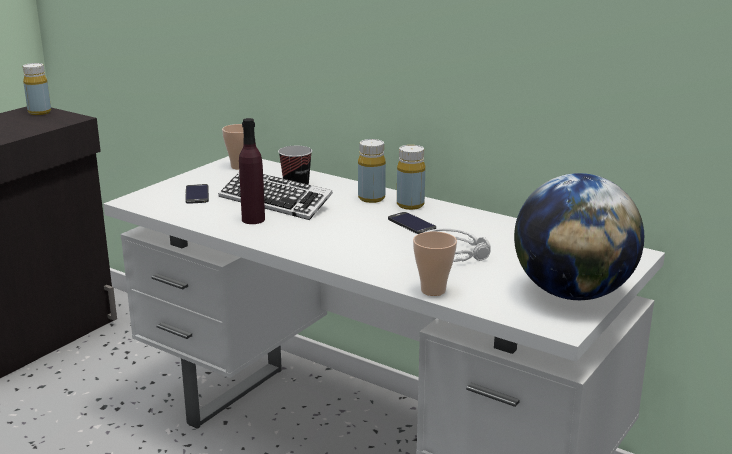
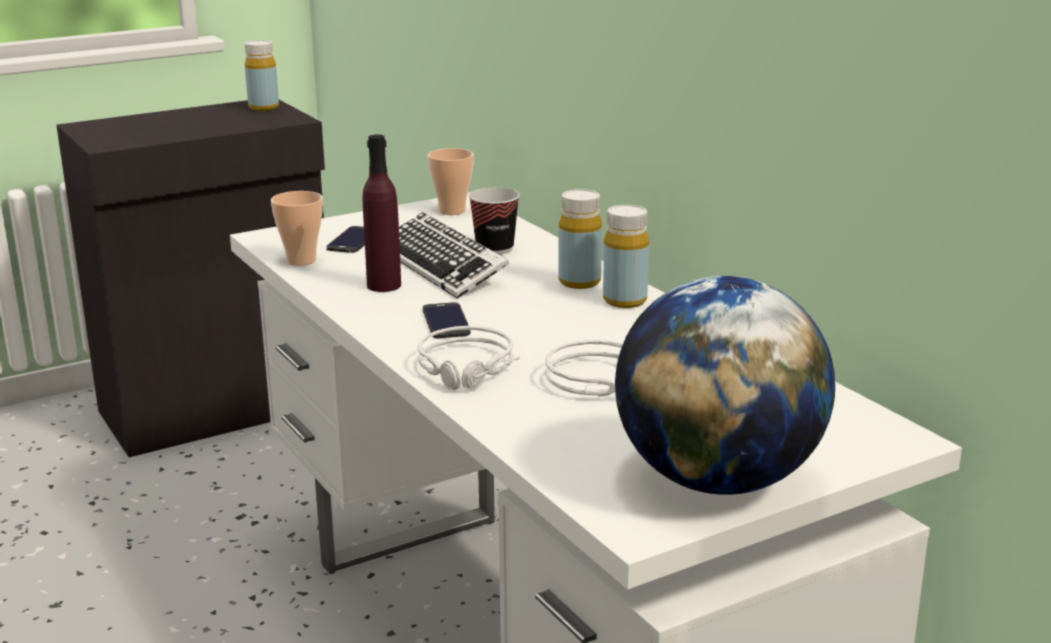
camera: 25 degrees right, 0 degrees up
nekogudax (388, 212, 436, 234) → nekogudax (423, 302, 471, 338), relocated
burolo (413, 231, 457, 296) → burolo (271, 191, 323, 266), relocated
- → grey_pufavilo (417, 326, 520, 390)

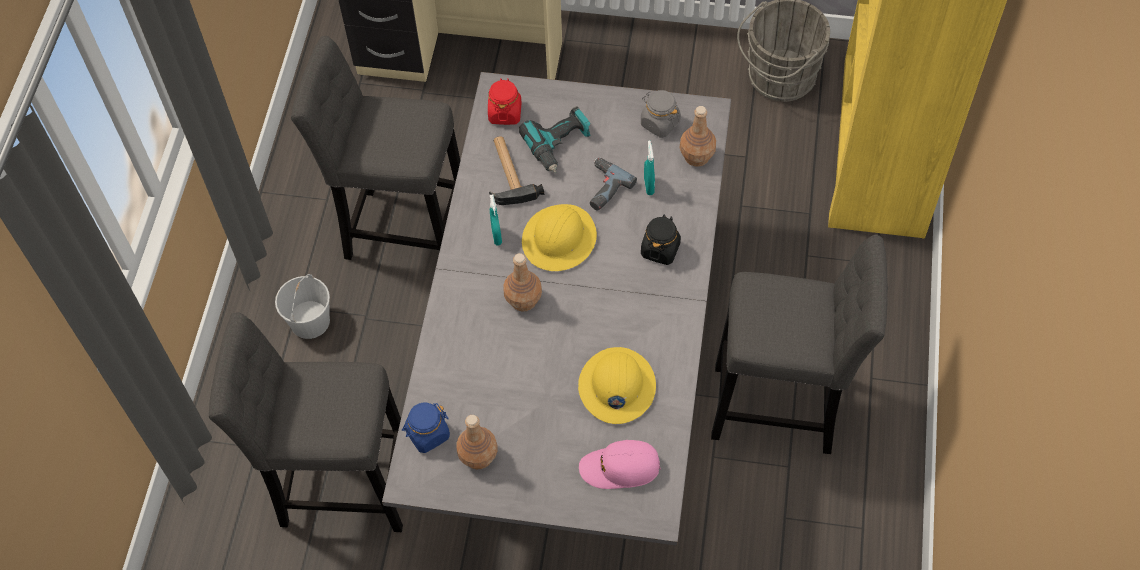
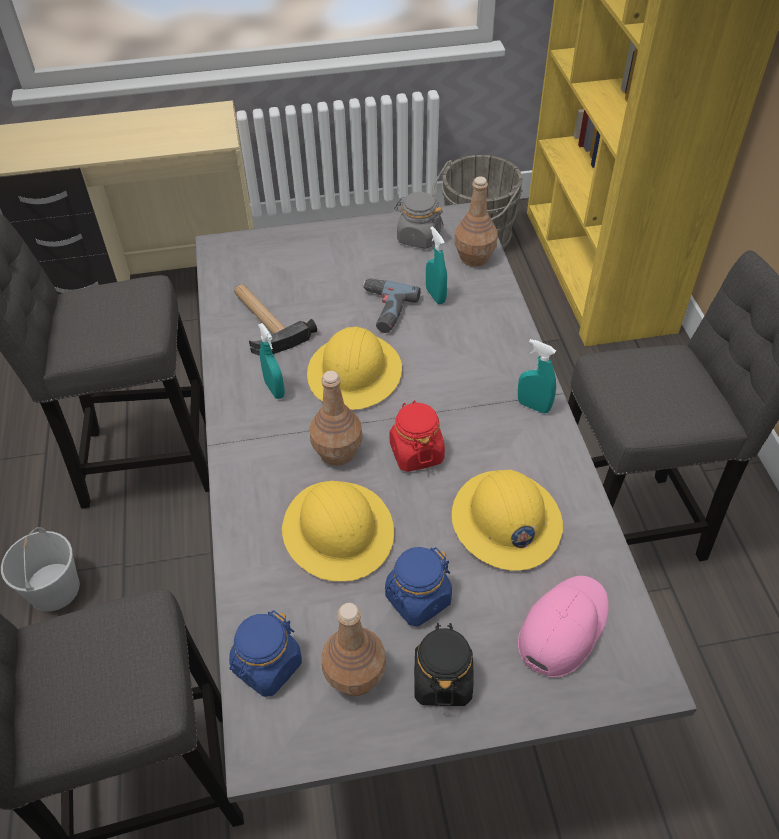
camera: 20 degrees left, 10 degrees down
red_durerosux (488, 78, 522, 125) → red_durerosux (389, 400, 445, 472), relocated
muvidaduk (519, 106, 591, 173) → -
black_durerosux (641, 215, 681, 265) → black_durerosux (414, 623, 473, 706), relocated
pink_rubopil (579, 440, 661, 489) → pink_rubopil (518, 576, 609, 677), 150 degrees clockwise
- → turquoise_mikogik (518, 339, 556, 414)
- → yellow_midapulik (282, 481, 394, 581)
- → blue_durerosux (385, 547, 452, 626)

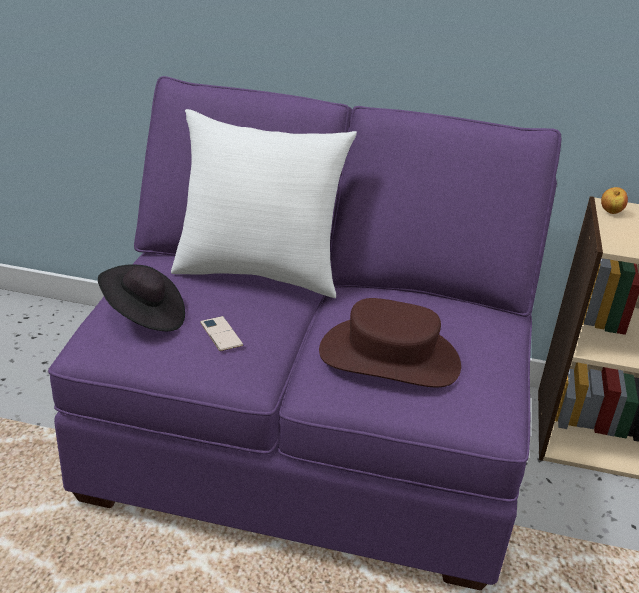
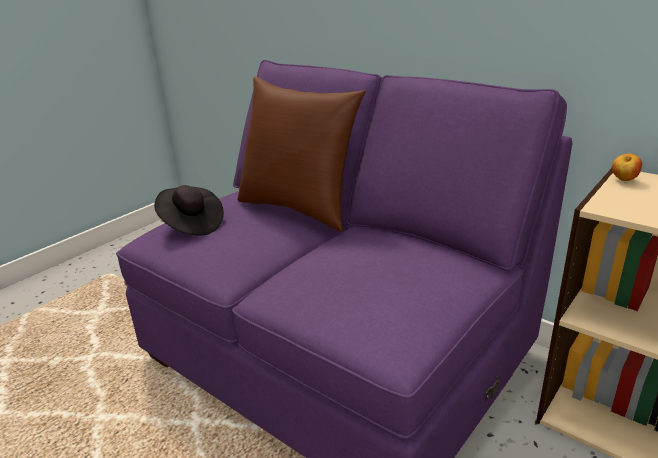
camera: 30 degrees right, 5 degrees down
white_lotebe (171, 109, 357, 298) → brown_lotebe (238, 77, 366, 232)
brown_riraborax (319, 298, 461, 387) → -
nekogudax (200, 316, 243, 351) → -

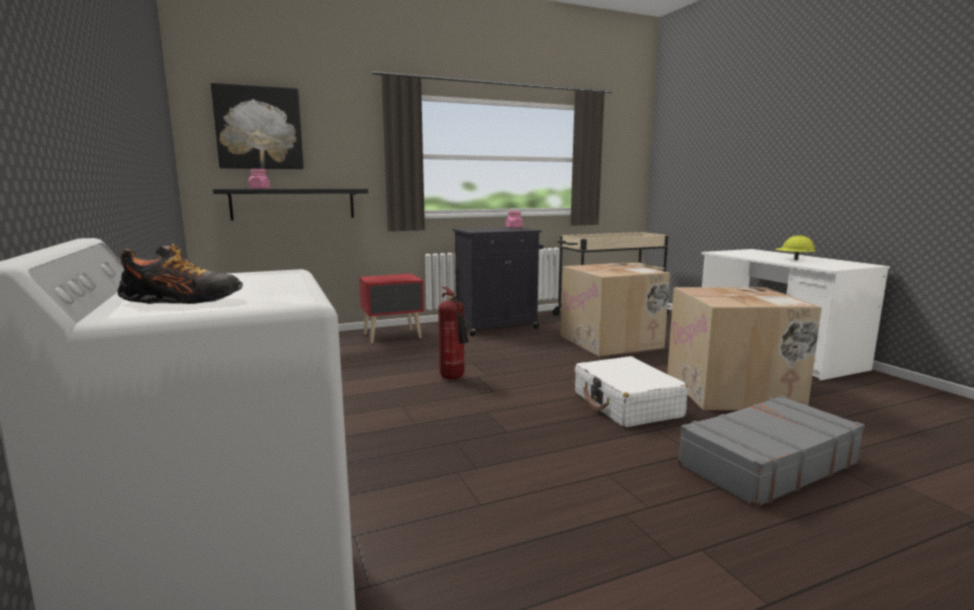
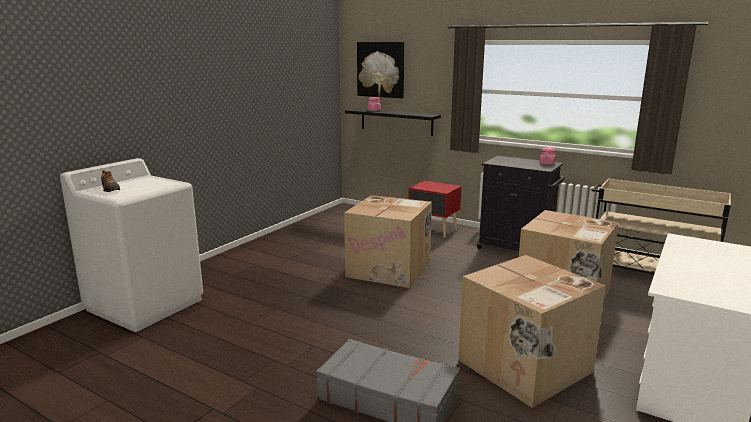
camera: 55 degrees right, 5 degrees up
yellow_midapulik (775, 235, 816, 260) → -
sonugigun (438, 287, 469, 379) → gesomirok (344, 195, 432, 288)
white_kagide (575, 356, 688, 428) → -

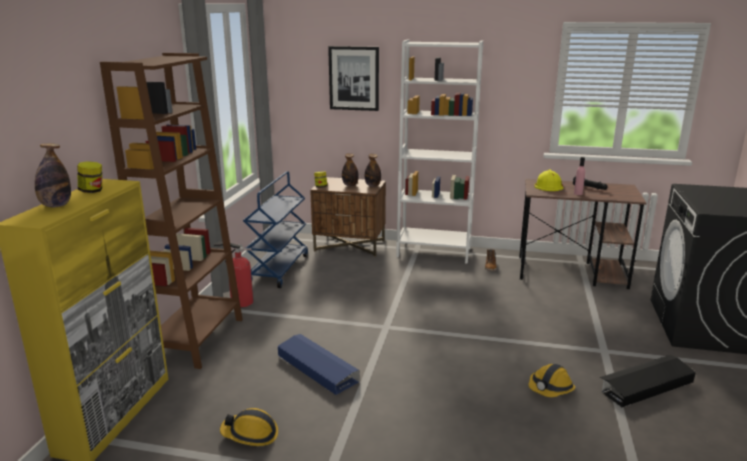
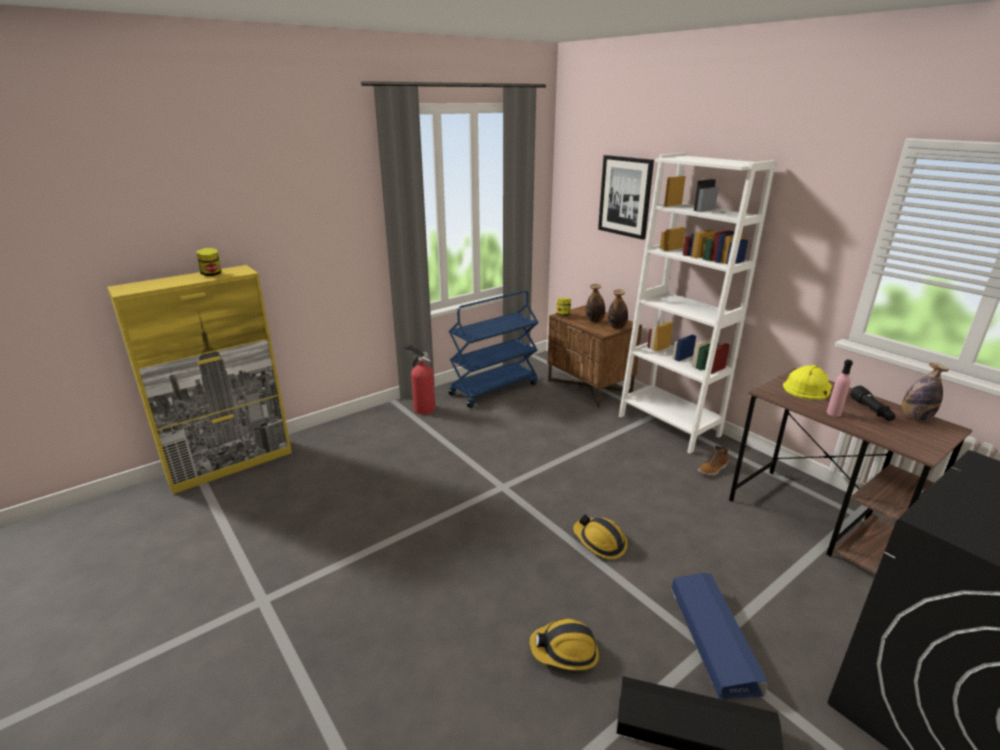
camera: 40 degrees right, 5 degrees up
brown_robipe (100, 53, 243, 369) → -
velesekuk (35, 143, 71, 207) → velesekuk (902, 363, 949, 421), relocated
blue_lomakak (278, 334, 360, 395) → blue_lomakak (671, 573, 769, 699), relocated
midapulik (220, 408, 278, 446) → midapulik (573, 514, 628, 559), relocated

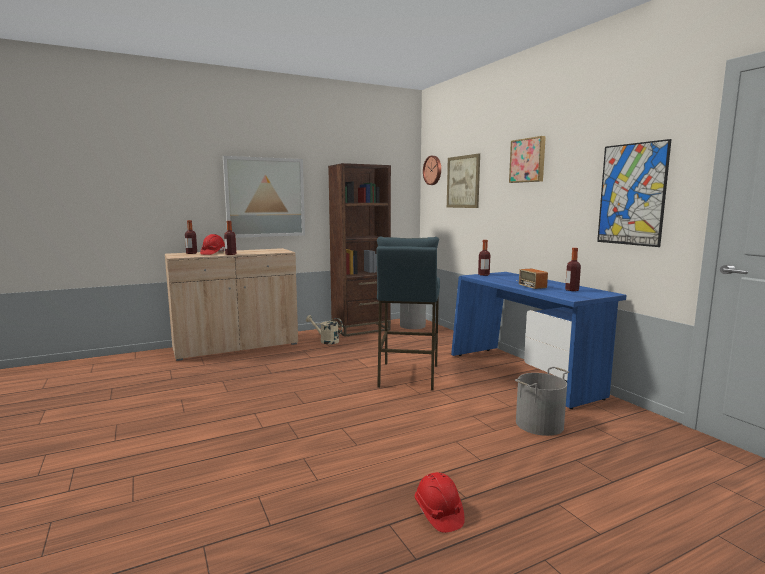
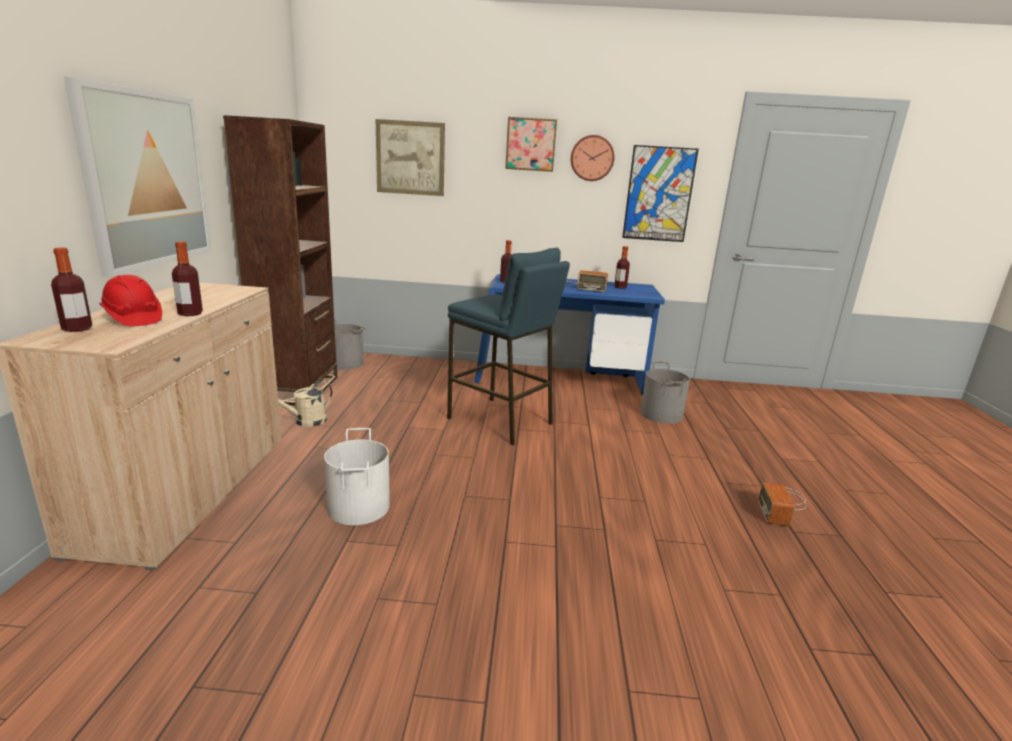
camera: 60 degrees left, 10 degrees up
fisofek (423, 156, 441, 185) → fisofek (571, 135, 614, 181), relocated
red_midapulik (415, 472, 465, 533) → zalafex (758, 482, 806, 526)
- → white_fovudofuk (324, 428, 390, 525)

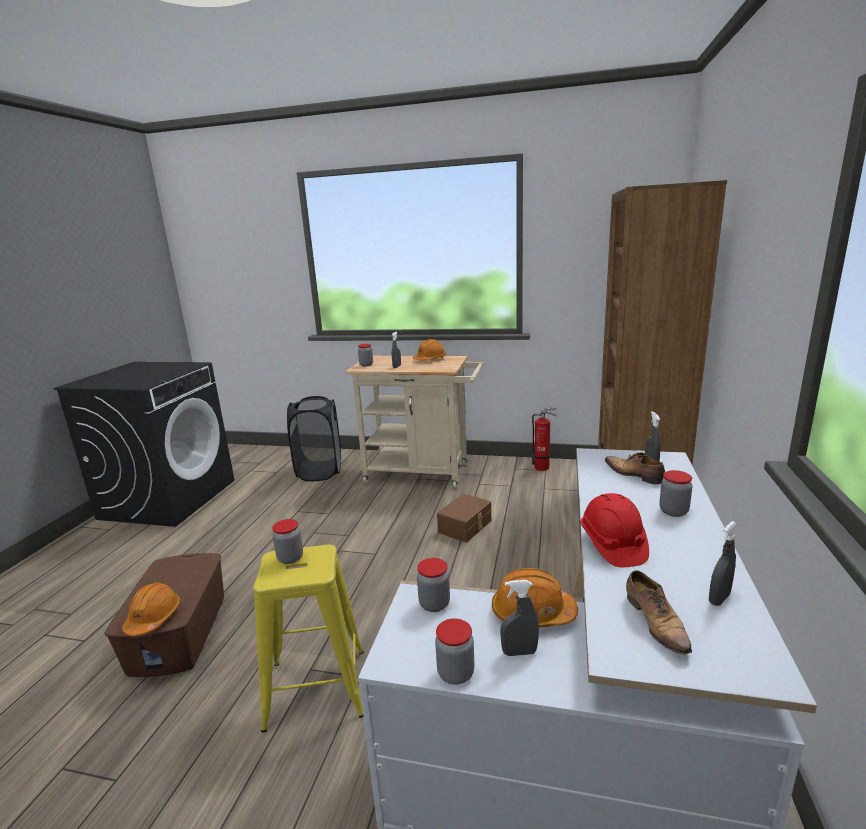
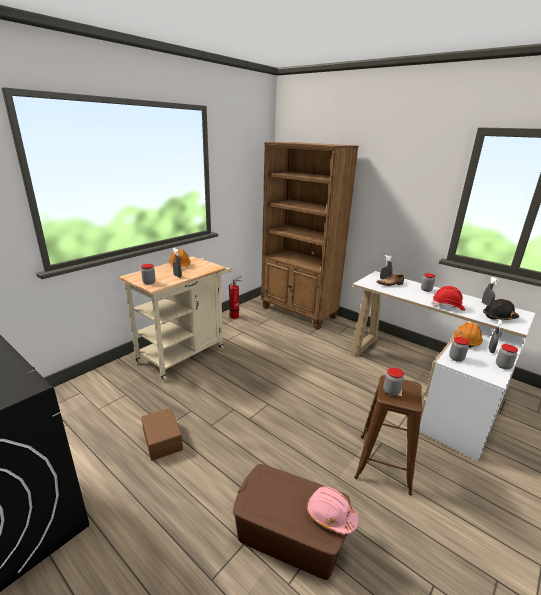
camera: 65 degrees left, 5 degrees up
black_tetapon (287, 396, 341, 481) → -
brown_lomakak (437, 493, 491, 543) → brown_lomakak (141, 408, 183, 461), relocated
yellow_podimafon (253, 545, 364, 733) → brown_podimafon (354, 375, 422, 496)
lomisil (626, 570, 692, 658) → black_midapulik (483, 299, 519, 320)
orange_midapulik (122, 583, 180, 636) → pink_midapulik (307, 487, 358, 534)

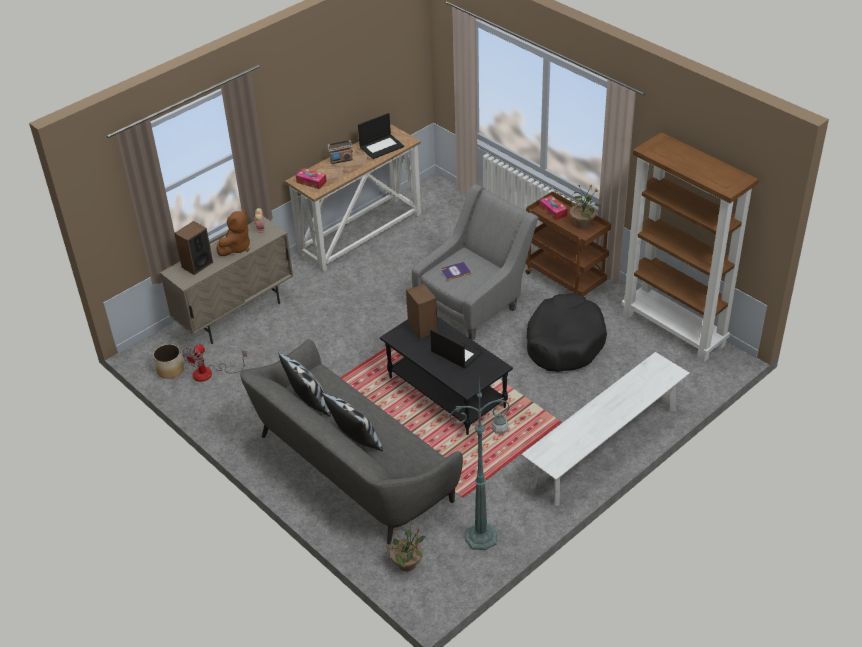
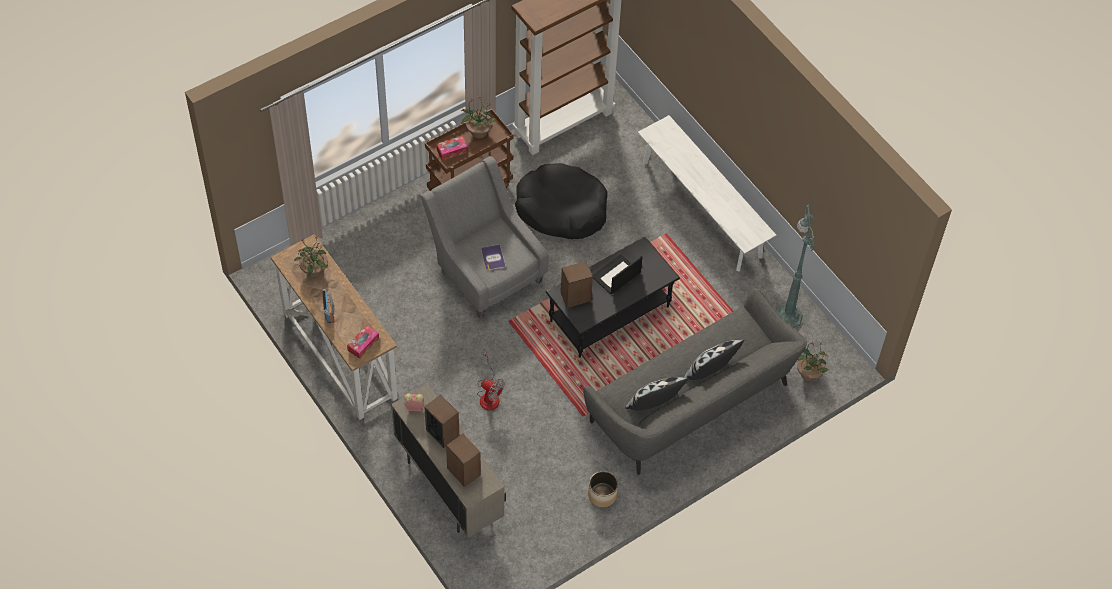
camera: 85 degrees left, 15 degrees up
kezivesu (358, 113, 404, 159) → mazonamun (294, 235, 328, 278)
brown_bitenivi (216, 210, 250, 256) → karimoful (424, 395, 459, 448)
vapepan (153, 344, 184, 379) → vapepan (588, 471, 618, 507), relocated
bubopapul (182, 344, 247, 382) → bubopapul (477, 351, 505, 411), relocated

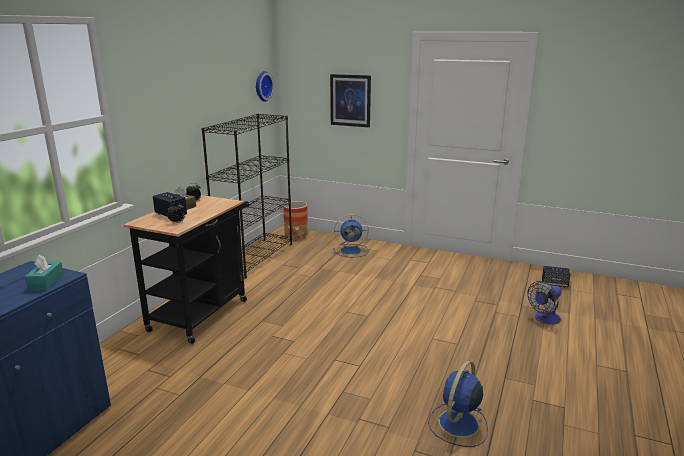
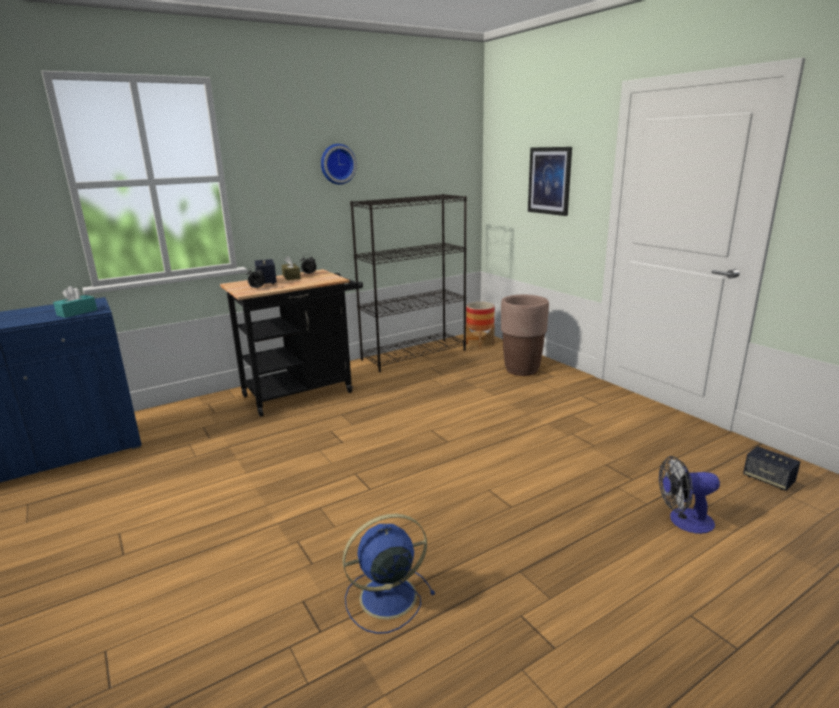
camera: 35 degrees right, 0 degrees up
fisofek (256, 71, 274, 102) → fisofek (321, 144, 357, 185), relocated
blue_bubopapul (333, 214, 369, 257) → brown_vapepan (501, 295, 549, 376)

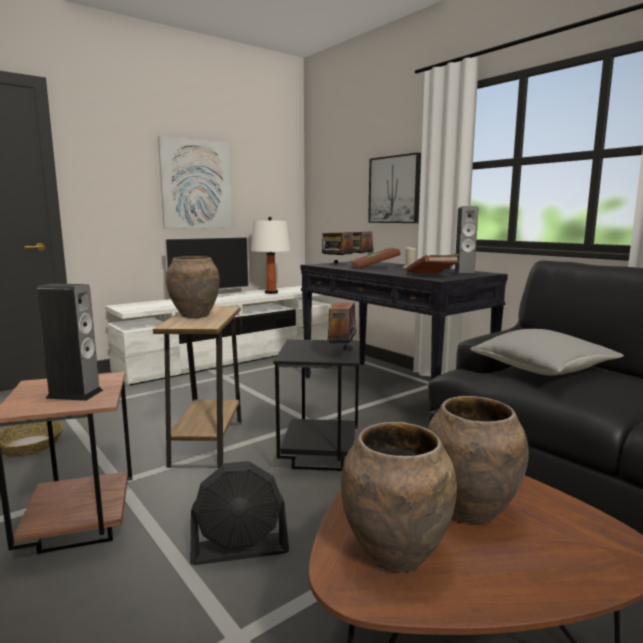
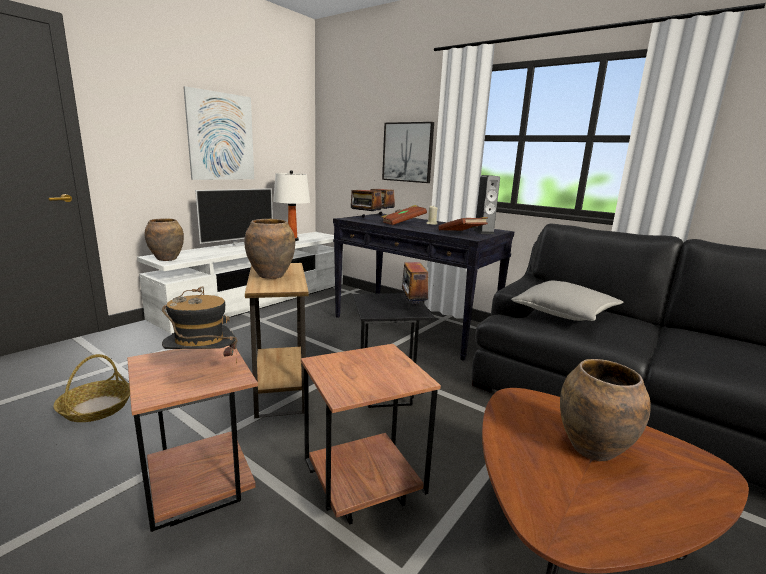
camera: 15 degrees left, 5 degrees up
karimoful (37, 283, 103, 401) → riraborax (162, 286, 237, 364)
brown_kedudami (341, 422, 457, 572) → brown_kedudami (145, 218, 184, 261), relocated
black_bubopapul (190, 461, 289, 565) → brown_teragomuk (301, 344, 441, 525)

